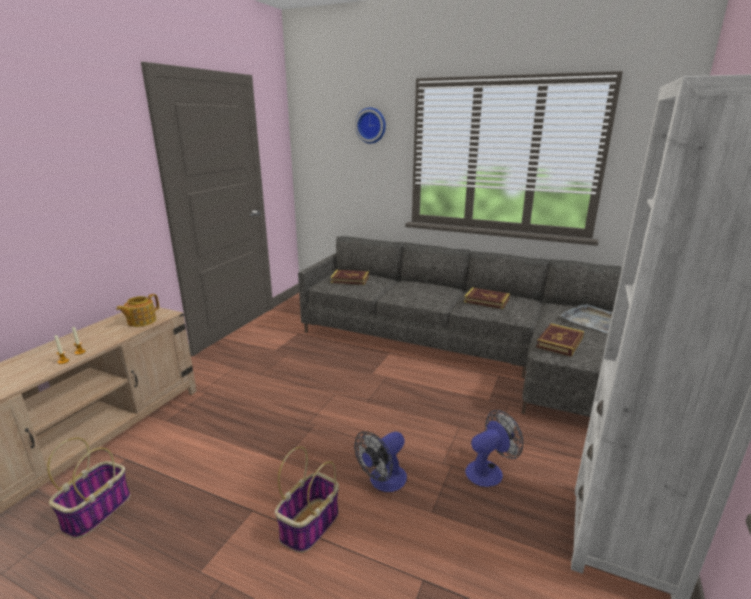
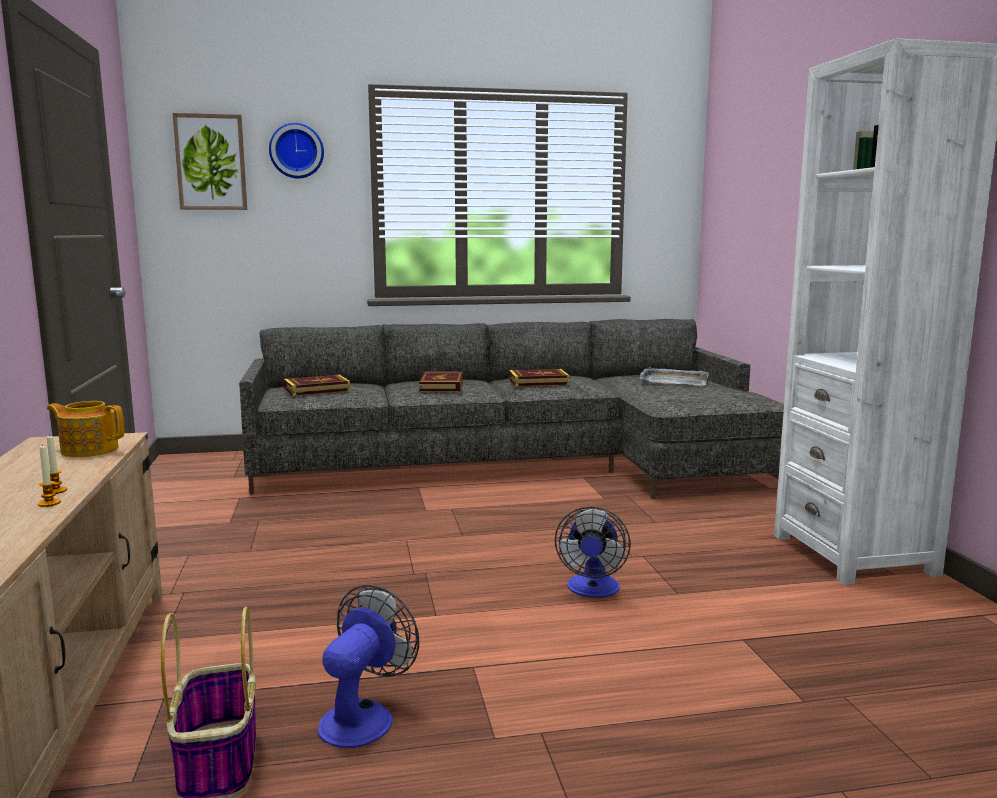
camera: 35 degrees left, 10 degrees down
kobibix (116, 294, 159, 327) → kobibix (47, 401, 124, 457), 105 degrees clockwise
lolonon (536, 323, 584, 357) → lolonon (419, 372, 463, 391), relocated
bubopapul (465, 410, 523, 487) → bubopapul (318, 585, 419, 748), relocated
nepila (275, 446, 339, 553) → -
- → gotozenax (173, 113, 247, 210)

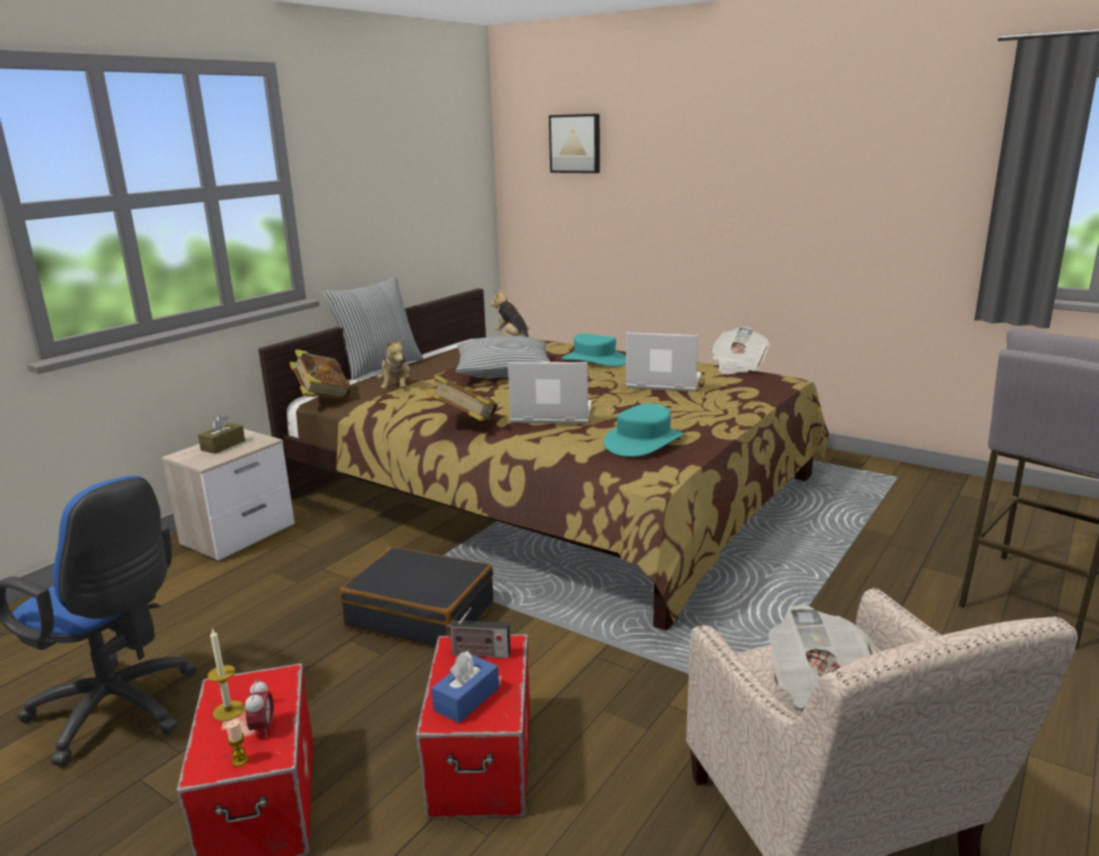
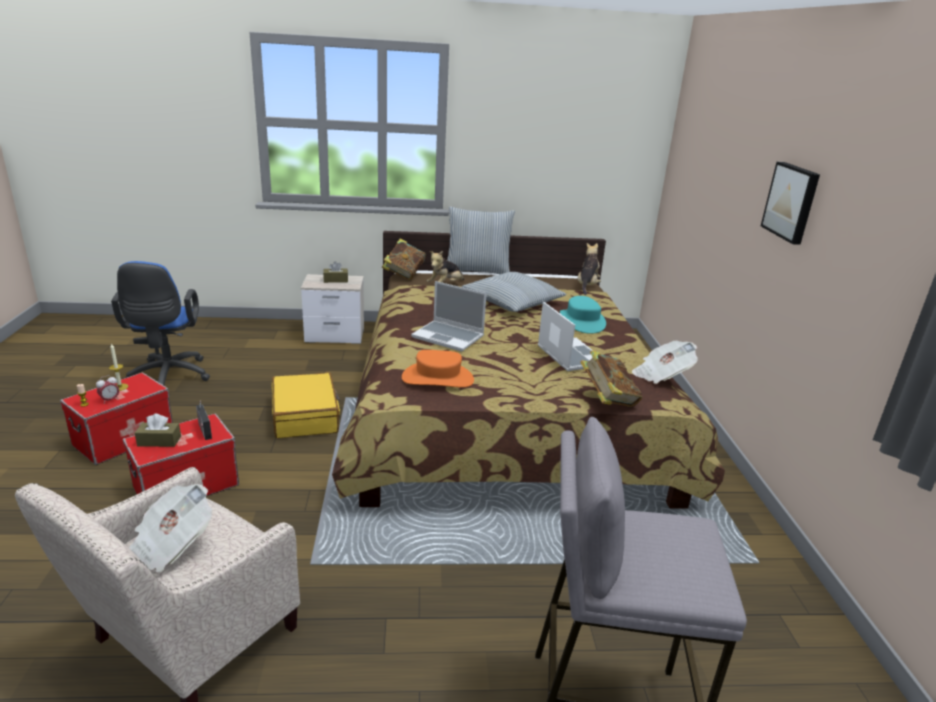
camera: 50 degrees right, 5 degrees up
gotozenax (549, 114, 600, 173) → gotozenax (761, 162, 820, 245), relocated
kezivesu (508, 362, 592, 424) → kezivesu (411, 281, 487, 352), 150 degrees clockwise
lolonon (427, 375, 498, 421) → lolonon (580, 350, 642, 407), relocated
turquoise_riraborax (604, 404, 683, 457) → orange_riraborax (402, 350, 474, 388)
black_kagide (339, 547, 494, 647) → yellow_kagide (272, 372, 340, 438)
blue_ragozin (432, 651, 499, 723) → brown_ragozin (135, 414, 181, 447)

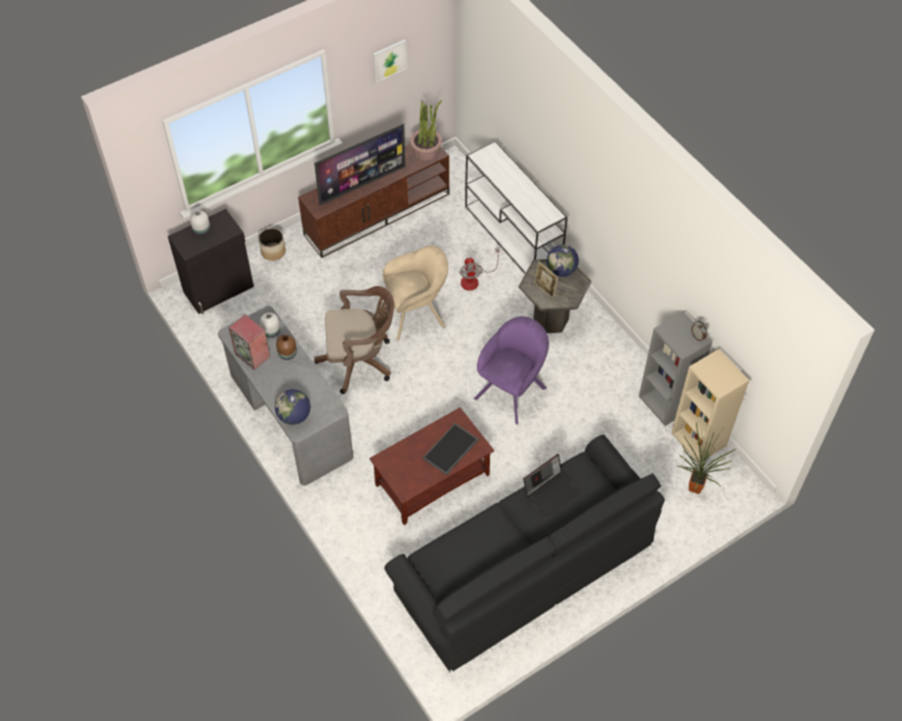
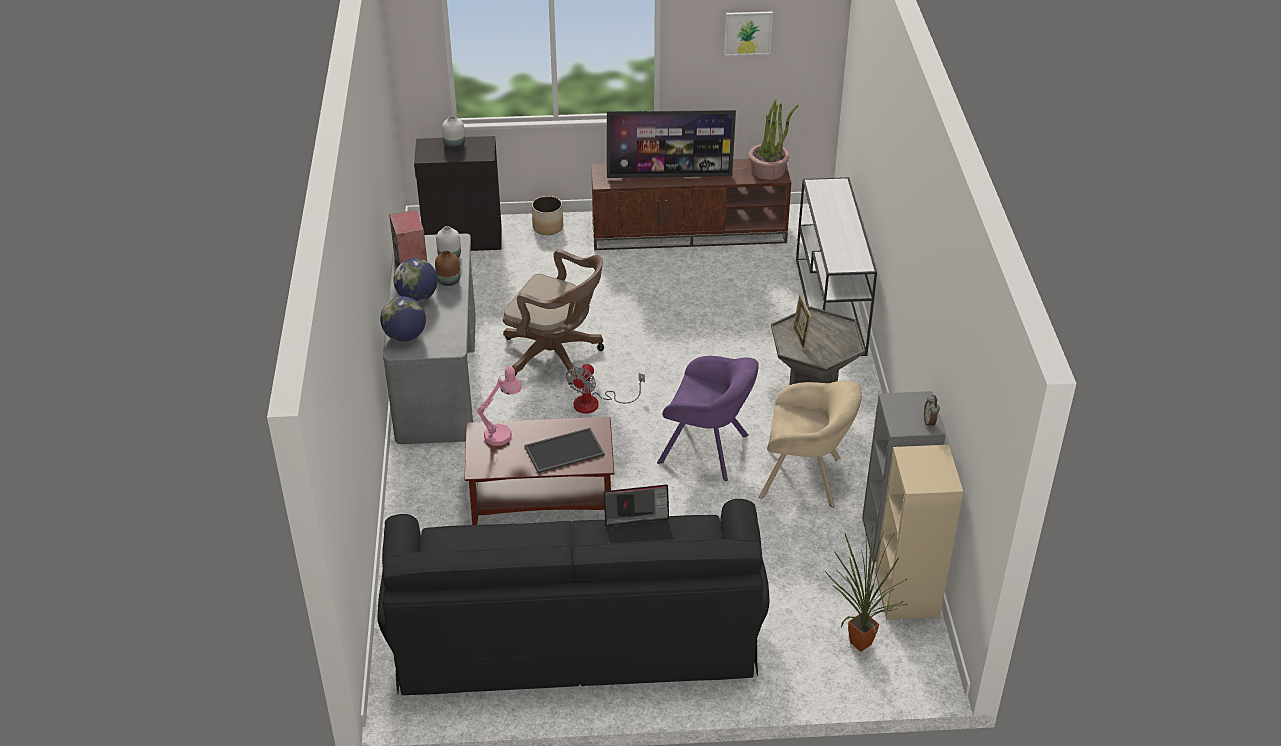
camera: 30 degrees right, 15 degrees down
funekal (547, 245, 579, 277) → funekal (393, 258, 438, 302), relocated
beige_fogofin (382, 246, 448, 341) → beige_fogofin (759, 380, 862, 508), relocated
bubopapul (460, 248, 500, 291) → bubopapul (566, 364, 645, 413), relocated
purple_fogofin (474, 316, 549, 425) → purple_fogofin (657, 356, 759, 481), 45 degrees clockwise
- → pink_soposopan (476, 367, 522, 446)

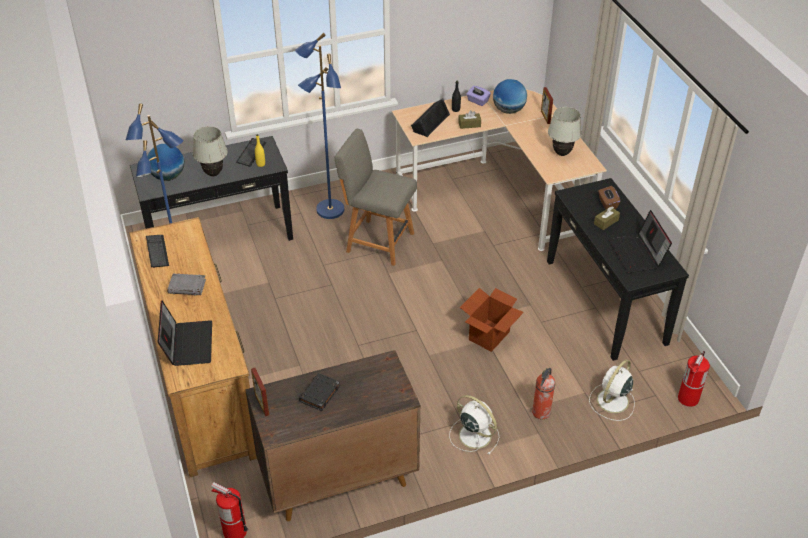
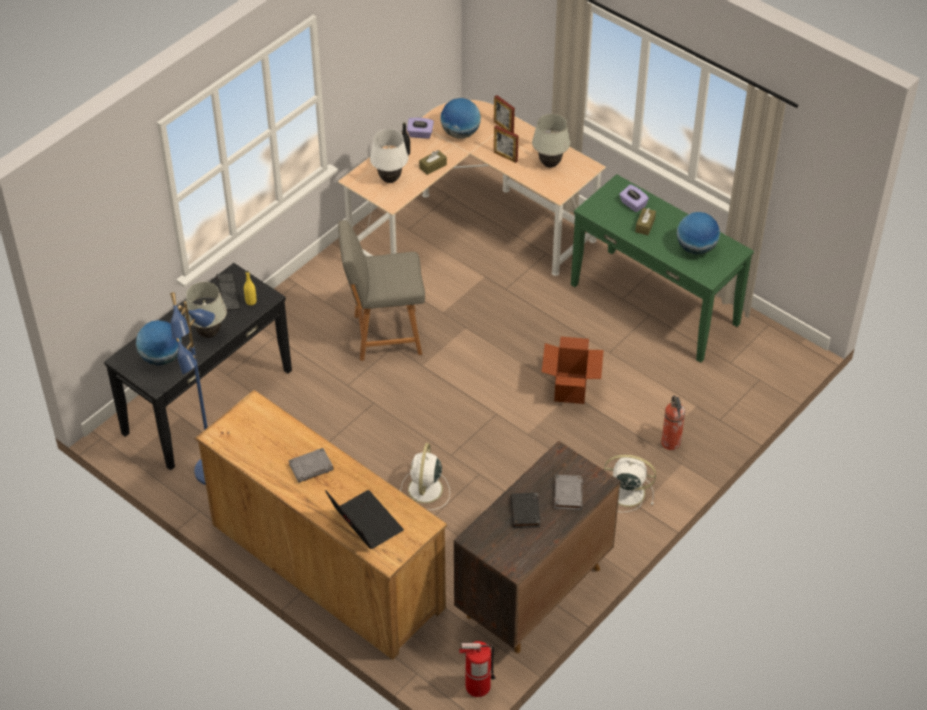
camera: 30 degrees left, 5 degrees up
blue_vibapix (295, 33, 344, 219) → -
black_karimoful (411, 98, 450, 137) → white_soposopan (370, 129, 409, 183)
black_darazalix (547, 178, 689, 361) → green_darazalix (571, 174, 754, 363)
brown_ragozin (598, 186, 620, 210) → purple_ragozin (619, 184, 649, 212)
kezivesu (609, 210, 672, 273) → funekal (677, 212, 720, 255)
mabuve (146, 235, 169, 268) → -
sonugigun (678, 351, 710, 407) → -
white_bubopapul (589, 360, 635, 421) → white_bubopapul (400, 443, 450, 510), relocated
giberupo (251, 368, 269, 416) → giberupo (494, 126, 518, 163), relocated
- → grey_lolonon (554, 475, 583, 510)

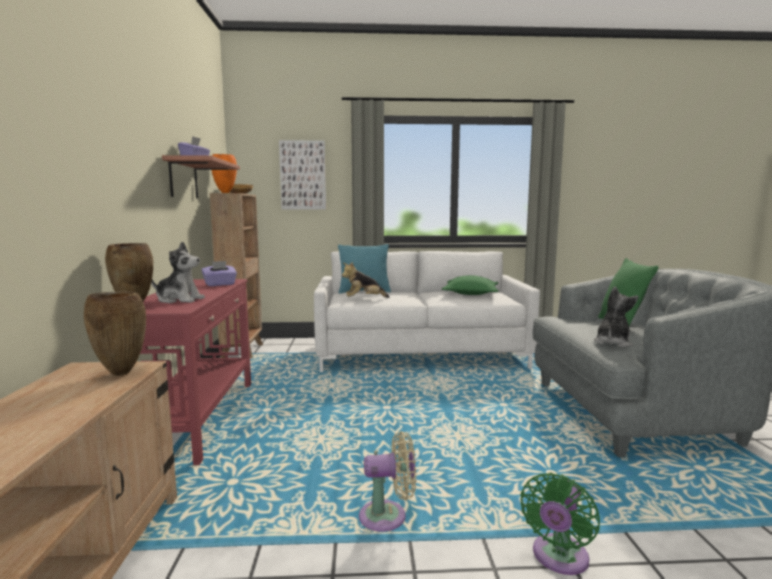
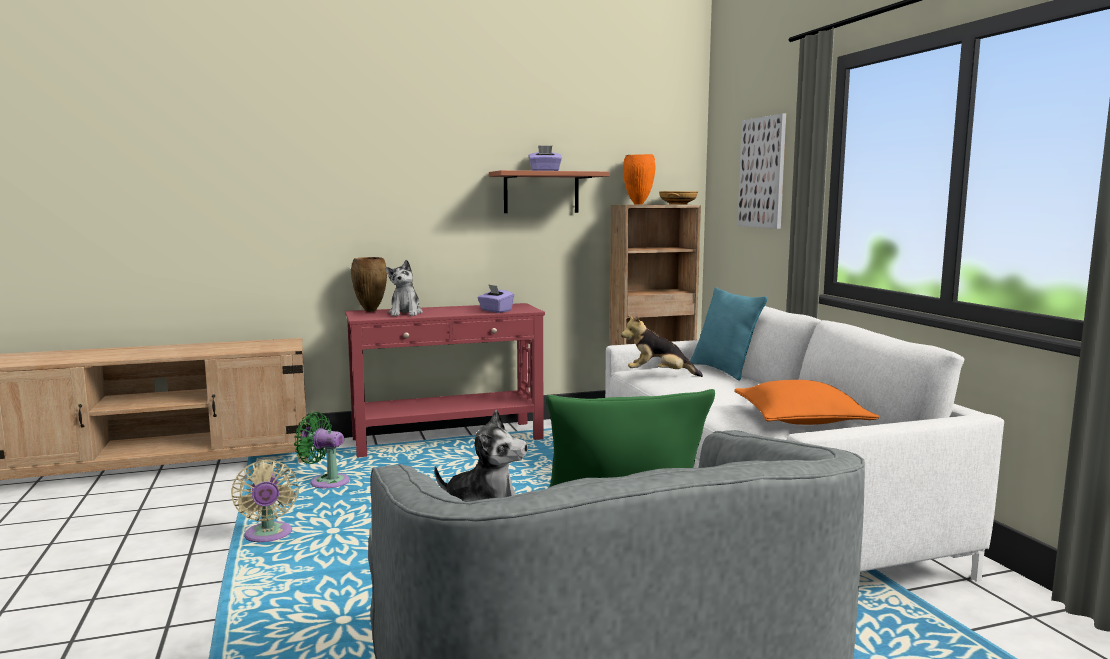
camera: 75 degrees right, 0 degrees up
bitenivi (342, 262, 390, 298) → bitenivi (621, 315, 703, 377), 45 degrees counterclockwise
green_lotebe (442, 275, 499, 295) → orange_lotebe (734, 380, 879, 425)
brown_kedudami (84, 291, 146, 376) → -
green_bubopapul (520, 473, 600, 575) → green_bubopapul (294, 412, 350, 488), relocated

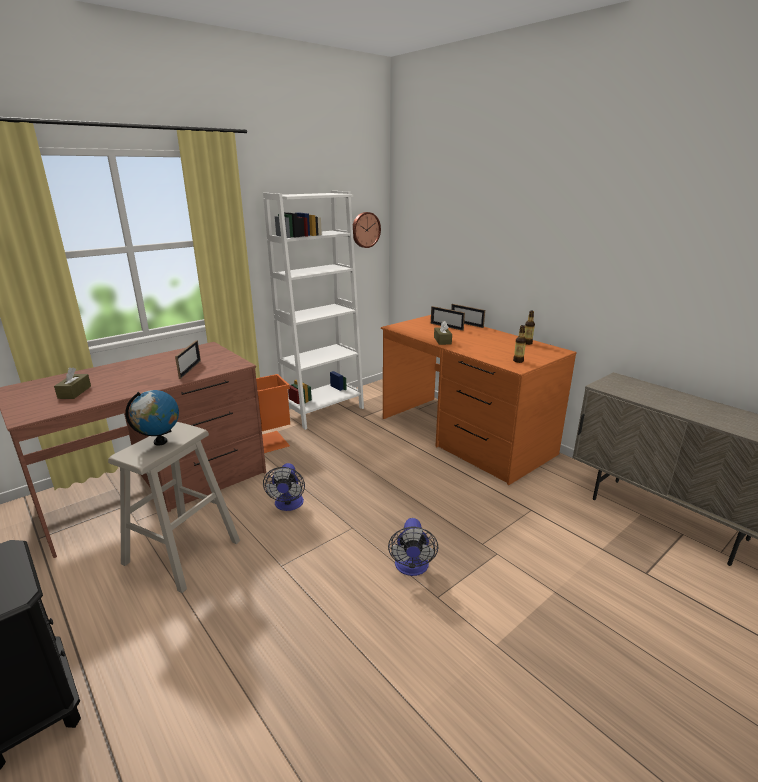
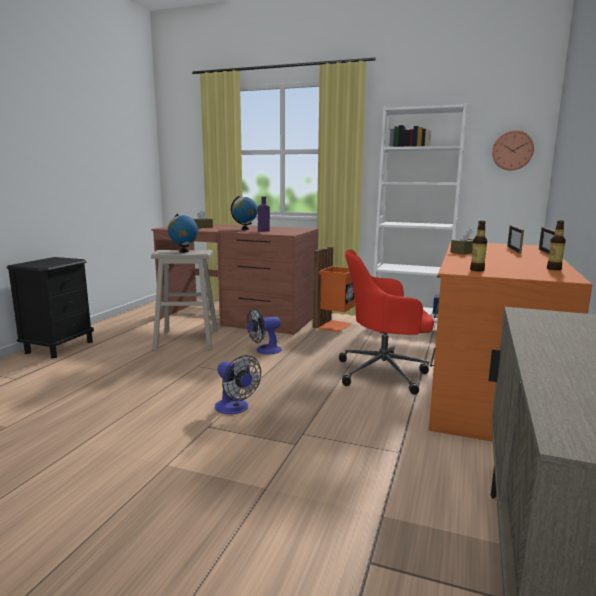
camera: 60 degrees right, 10 degrees down
giberupo (175, 340, 201, 379) → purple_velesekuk (258, 196, 270, 232)
bubopapul (388, 518, 438, 576) → bubopapul (215, 355, 261, 414), 105 degrees counterclockwise
- → funekal (231, 196, 258, 230)
- → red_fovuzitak (339, 249, 434, 395)

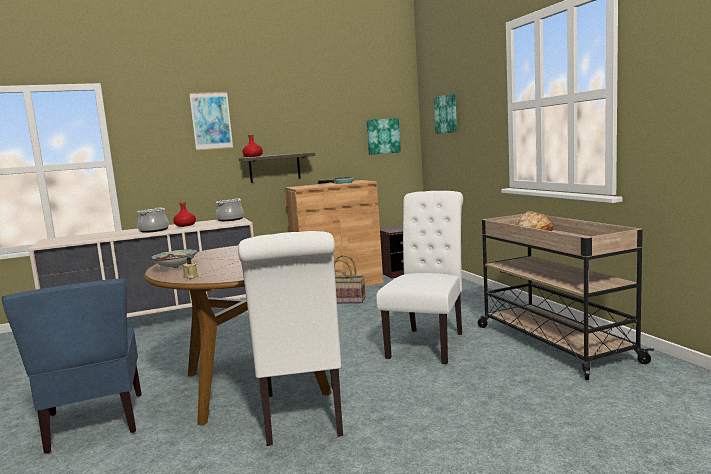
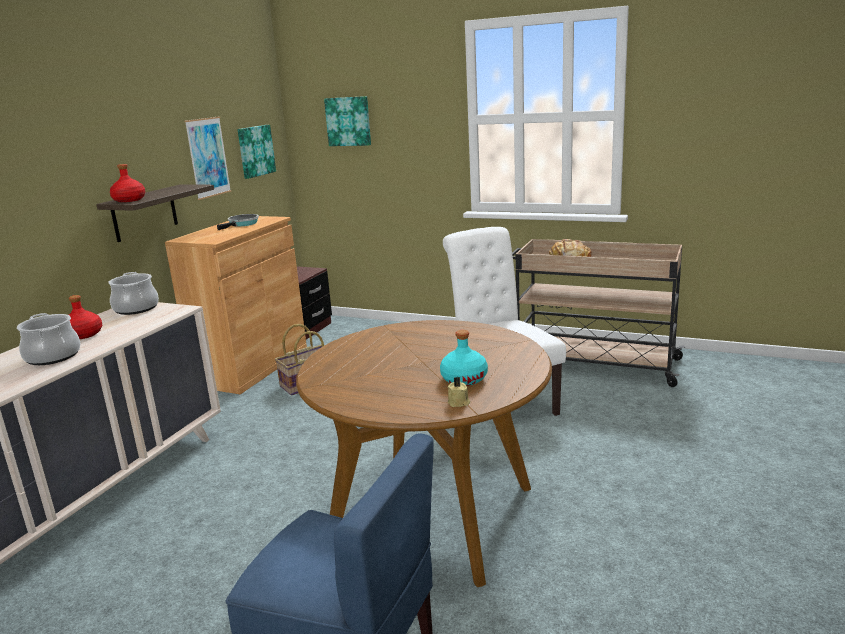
camera: 45 degrees left, 10 degrees up
gotozenax (189, 92, 233, 150) → gotozenax (184, 116, 231, 200), relocated
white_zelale (238, 231, 343, 446) → -
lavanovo (150, 249, 198, 268) → -
- → turquoise_velesekuk (440, 330, 488, 386)

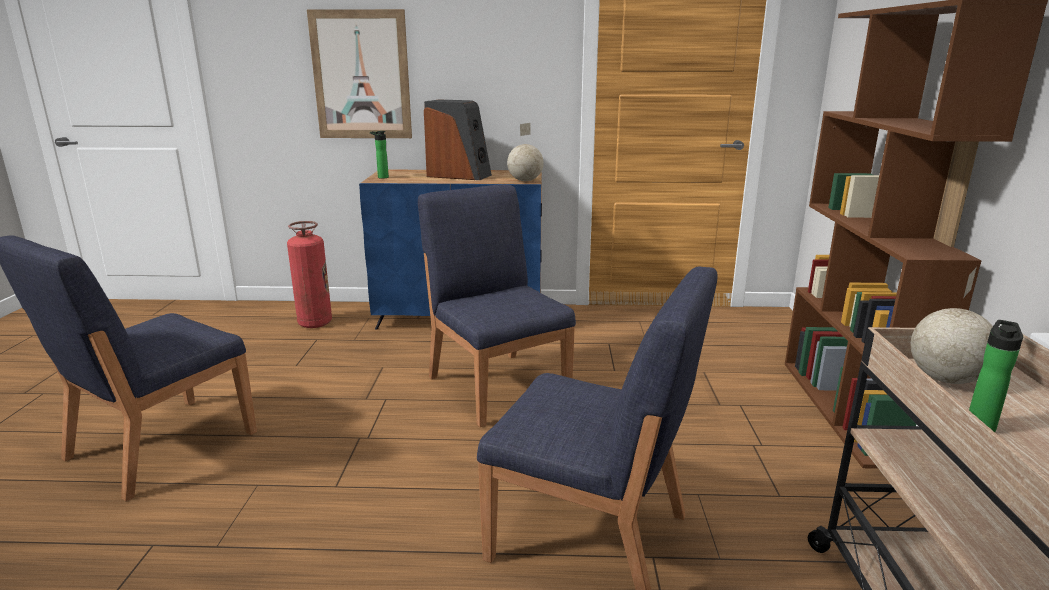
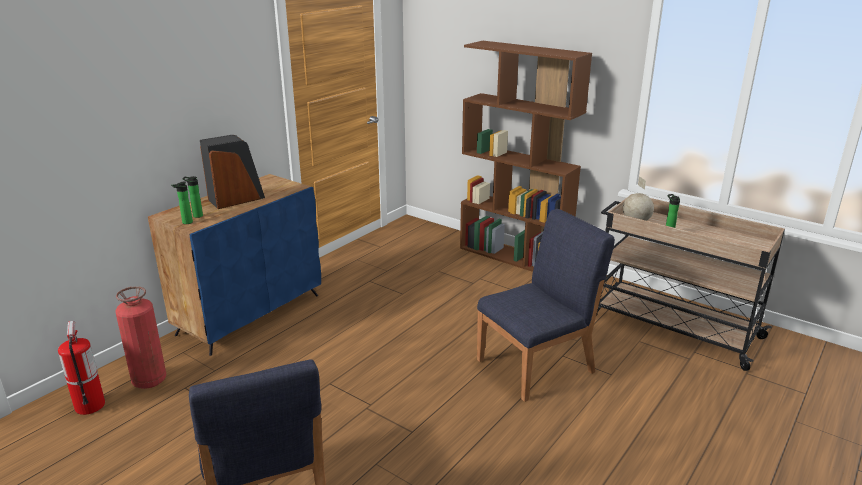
camera: 55 degrees left, 5 degrees up
gotozenax (307, 9, 412, 138) → -
funekal (507, 123, 544, 181) → -
blue_zelale (418, 184, 576, 427) → -
- → velesekuk (183, 176, 203, 218)
- → sonugigun (58, 321, 105, 415)

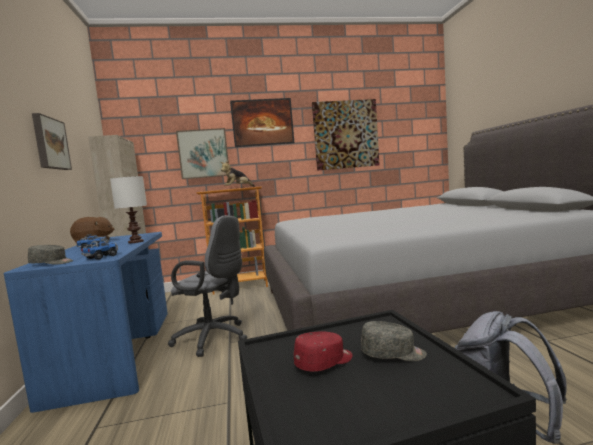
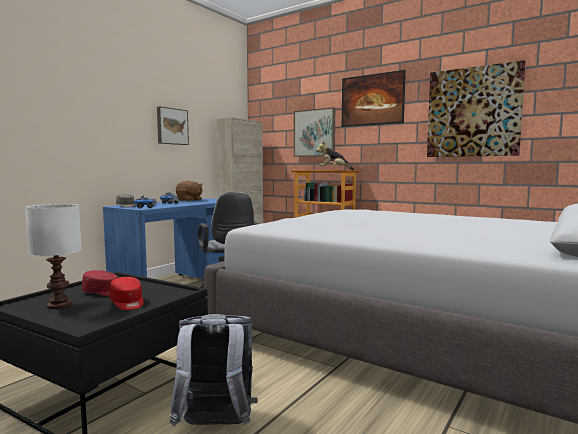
camera: 45 degrees right, 0 degrees up
white_soposopan (110, 176, 147, 243) → white_soposopan (25, 204, 82, 309), relocated
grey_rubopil (361, 321, 427, 361) → red_rubopil (110, 277, 144, 310)

